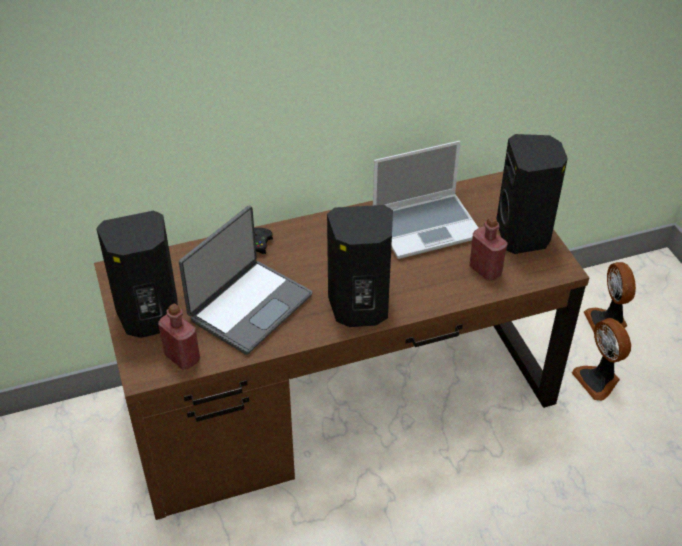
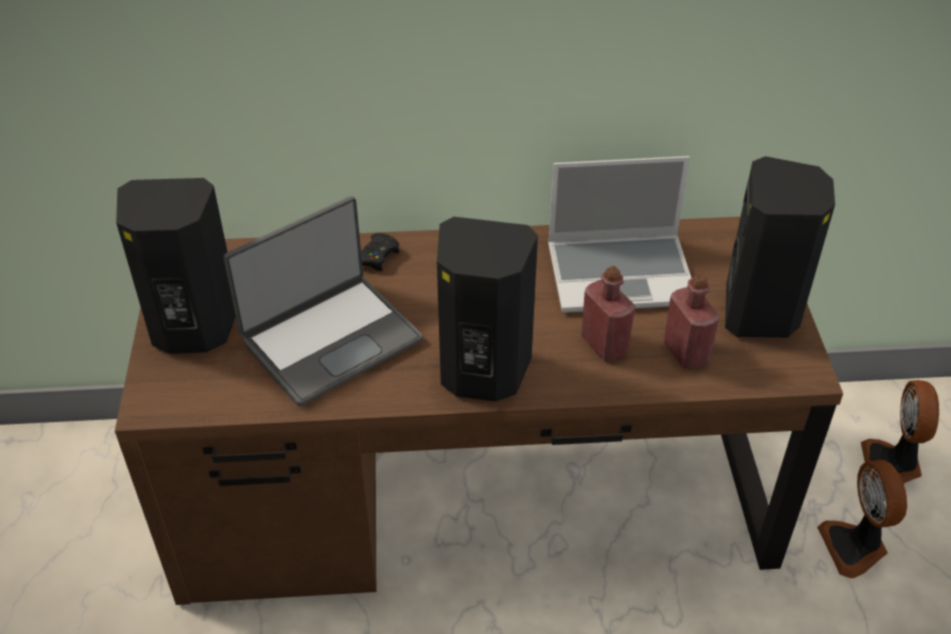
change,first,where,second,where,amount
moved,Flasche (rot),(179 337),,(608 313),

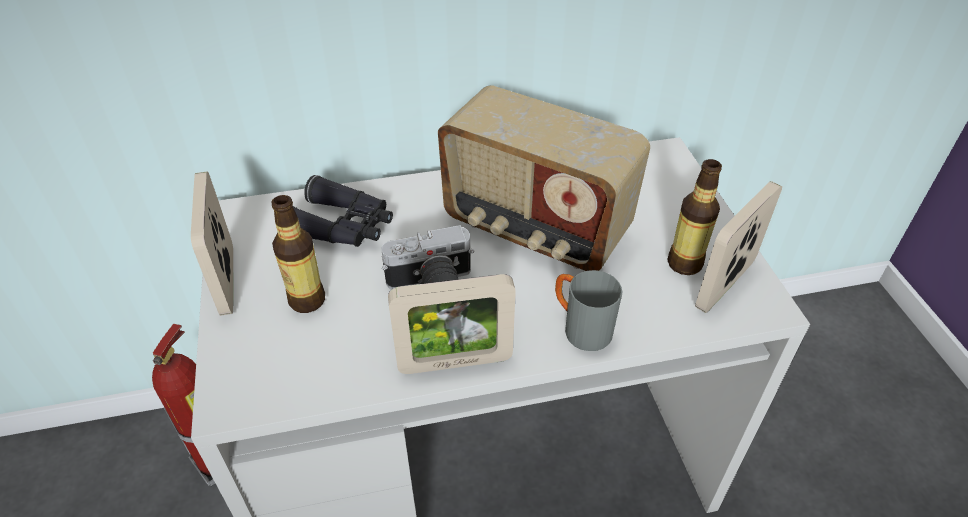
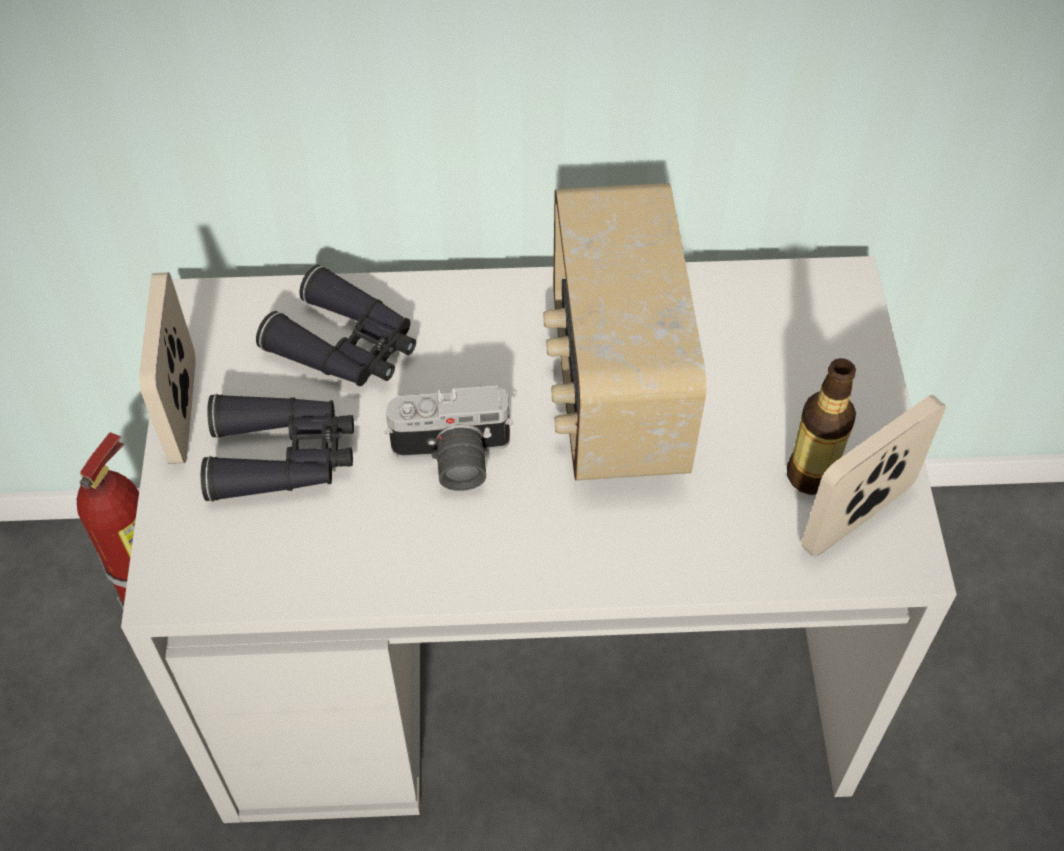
change,first,where,second,where,amount
removed,Bilderrahmen,(452 324),,,
removed,Henkelbecher (grau),(588 310),,,
replaced,Flasche,(298 254),Fernglas (schwarz),(277 448),
turned,Radio,(544 178),,(624 332),45 degrees clockwise

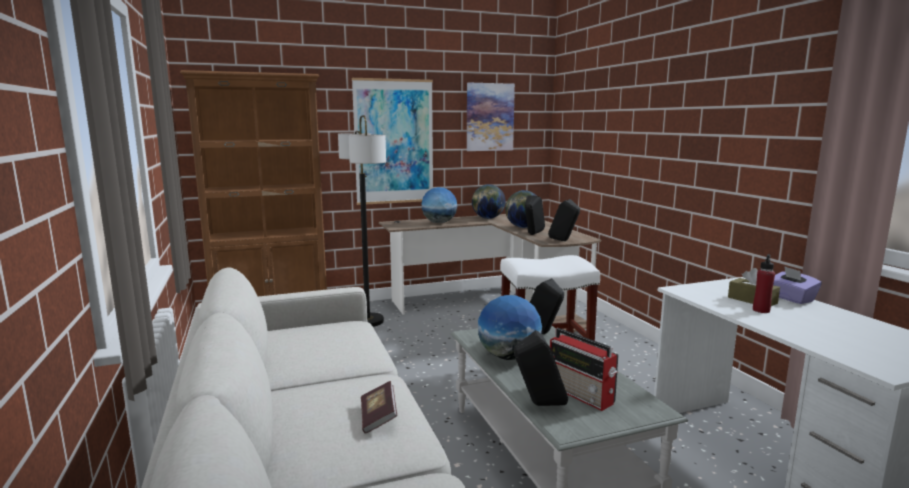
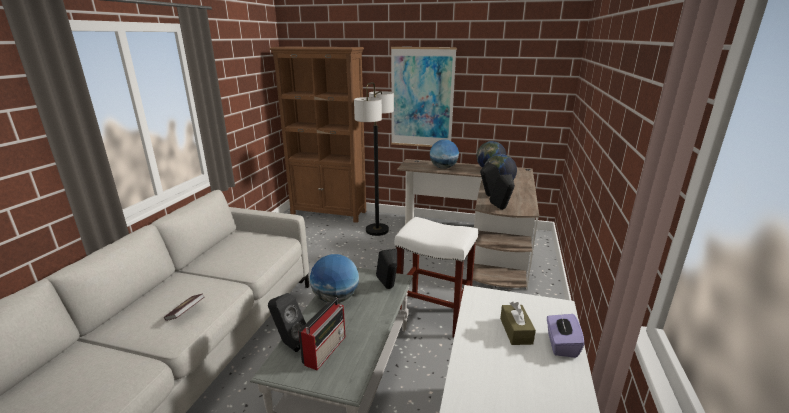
change,first,where,second,where,amount
removed,Bild,(491 117),,,
removed,Flasche (rot),(764 283),,,
turned,Radio,(584 369),,(322 334),150 degrees counterclockwise

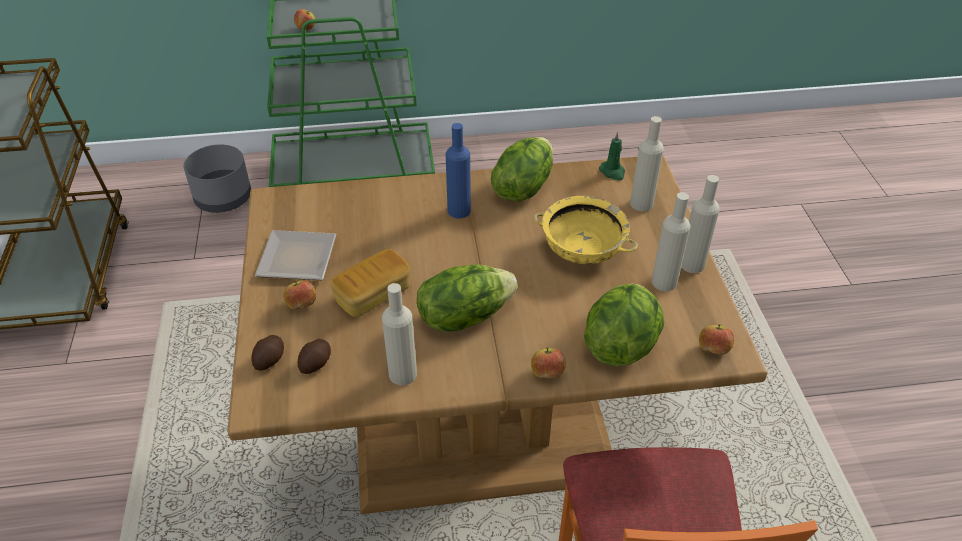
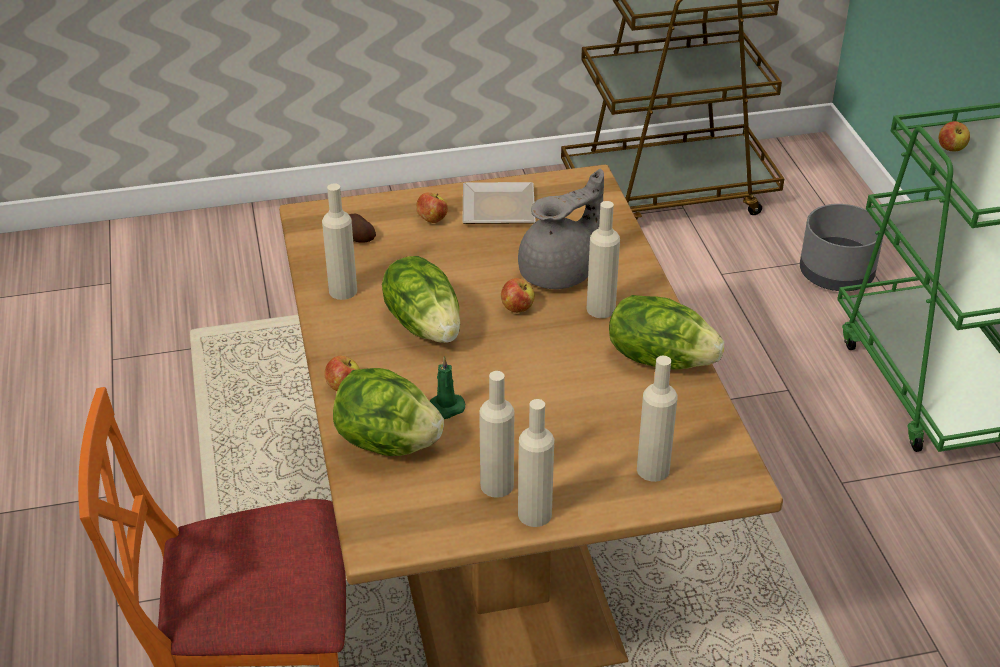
change,first,where,second,where,amount
removed,Kartoffel,(268 353),,,
removed,Brot,(370 283),,,
removed,Schüssel (gelb),(586 230),,,
added,,,Teekanne (grau),(561 229),
moved,Kerze (grün),(612 156),,(447 387),
moved,Apfel,(716 339),,(518 295),
recoloured,Flasche (blau),(458 170),Flasche (beige),(603 259),

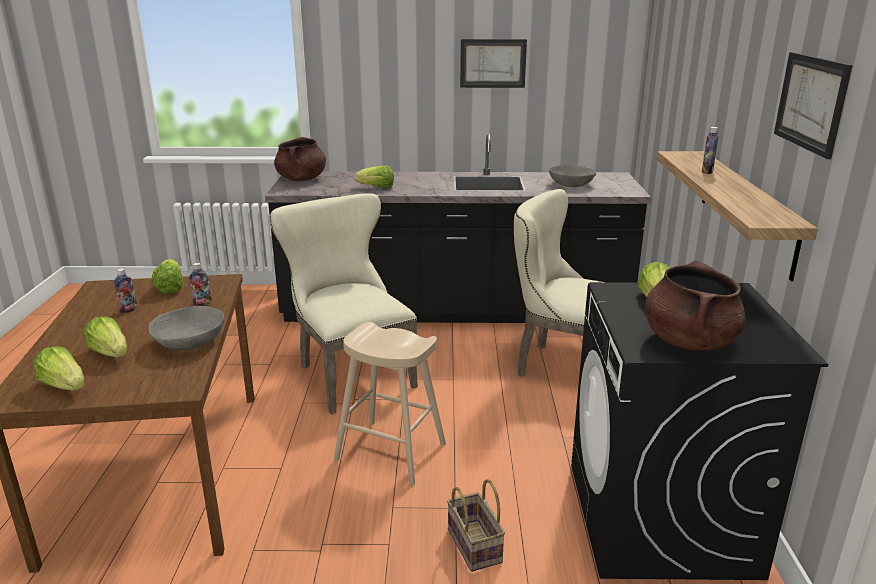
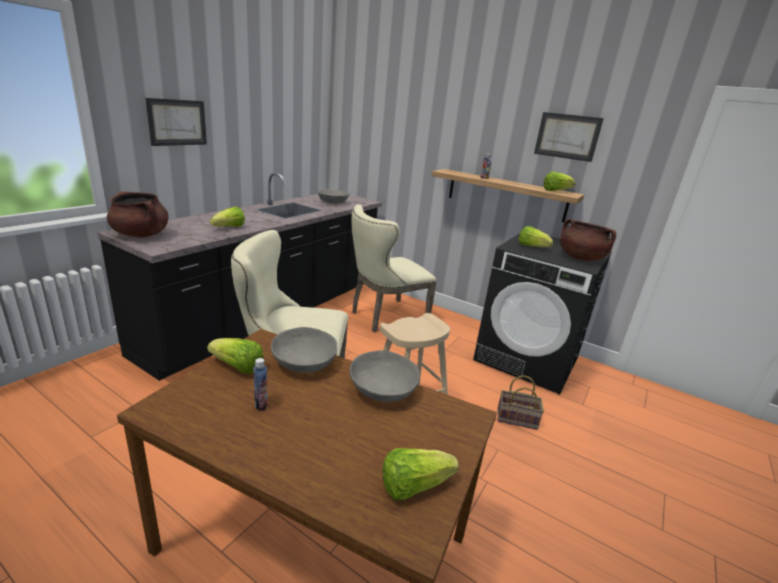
change,first,where,second,where,amount
moved,Salatkopf,(105 336),,(560 181),
moved,Bild,(493 63),,(176 122),
replaced,Flasche,(200 284),Schüssel (grau),(304 350),

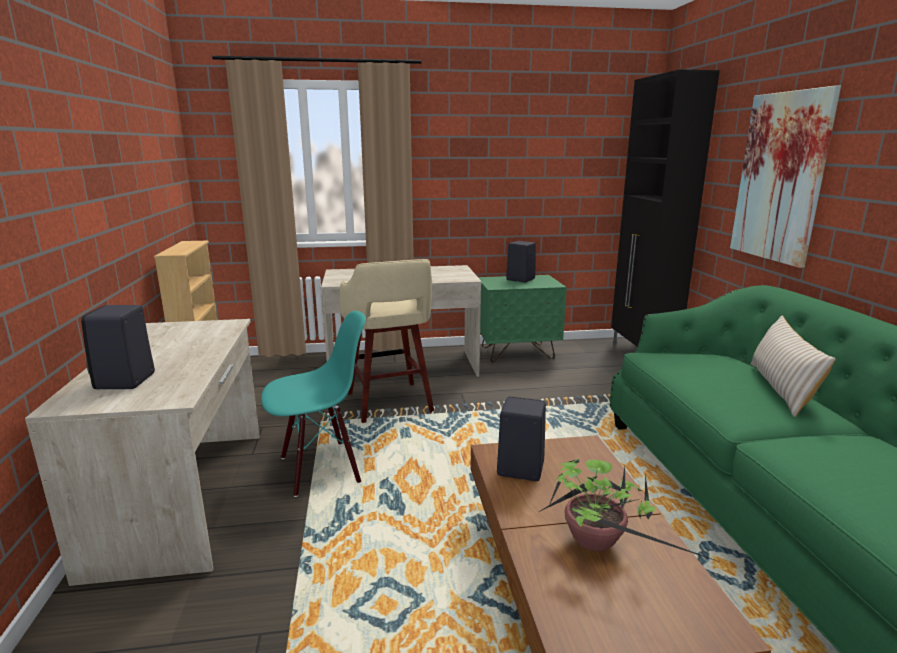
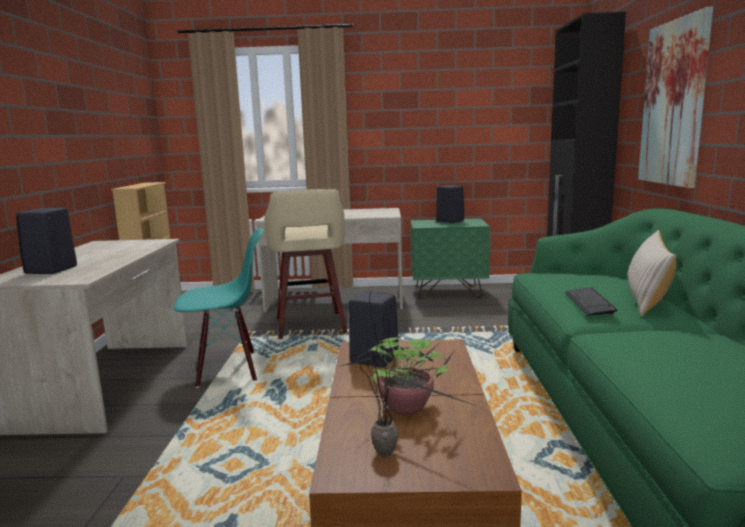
change,first,where,second,where,amount
added,,,Topfpflanze,(374 373),
added,,,Tastatur,(591 301),

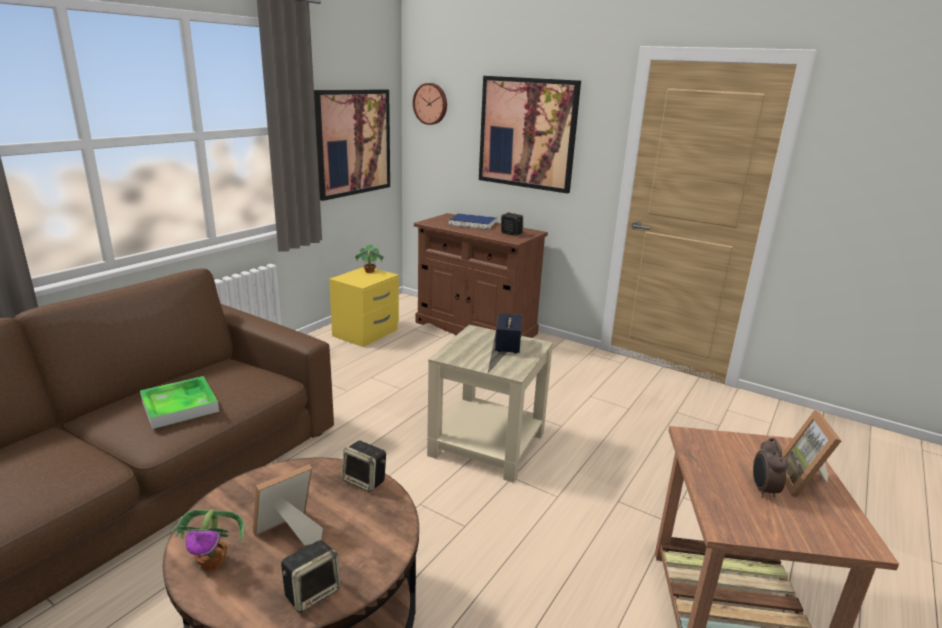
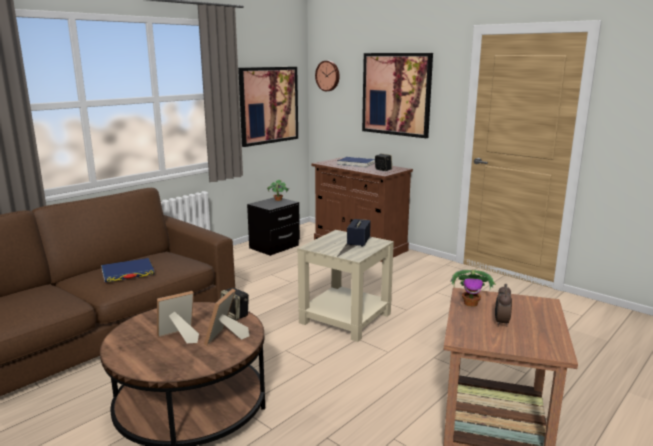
change,first,where,second,where,amount
removed,Lautsprecher,(310 576),,,
moved,Topfpflanze,(207 540),,(473 288),
moved,Bilderrahmen,(811 454),,(226 317),
replaced,Tablett,(179 402),Buch (blau),(127 270),
recoloured,Nachttisch (gelb),(364 307),Nachttisch (schwarz),(273 227),

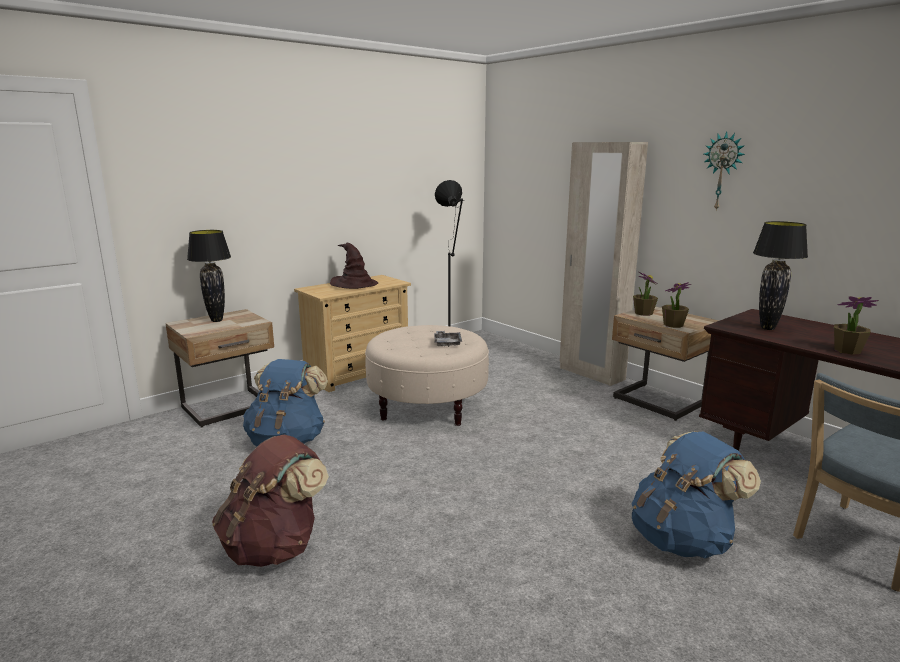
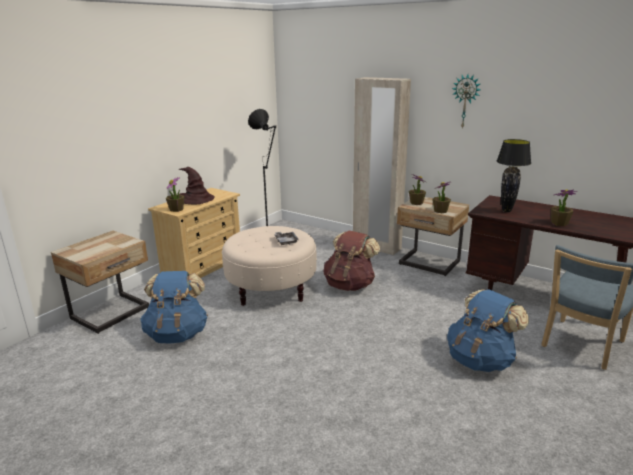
change,first,where,second,where,amount
removed,Tischlampe (schwarz),(209 276),,,
added,,,Topfpflanze,(175 194),
moved,Rucksack (braun),(270 501),,(351 260),

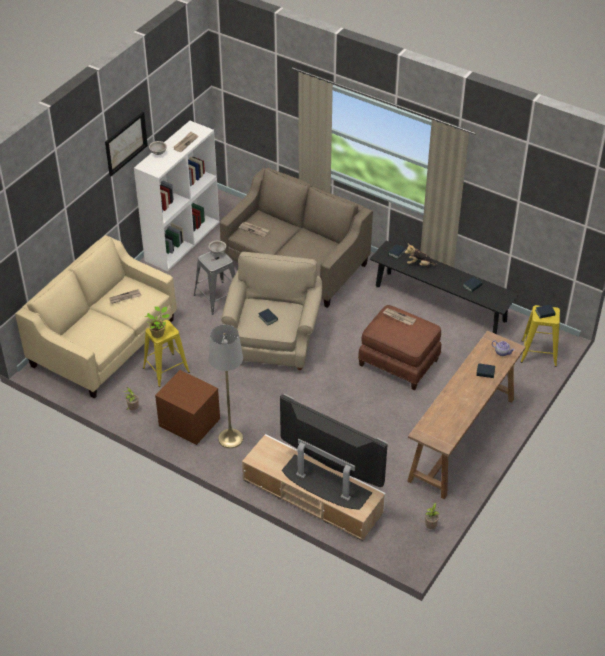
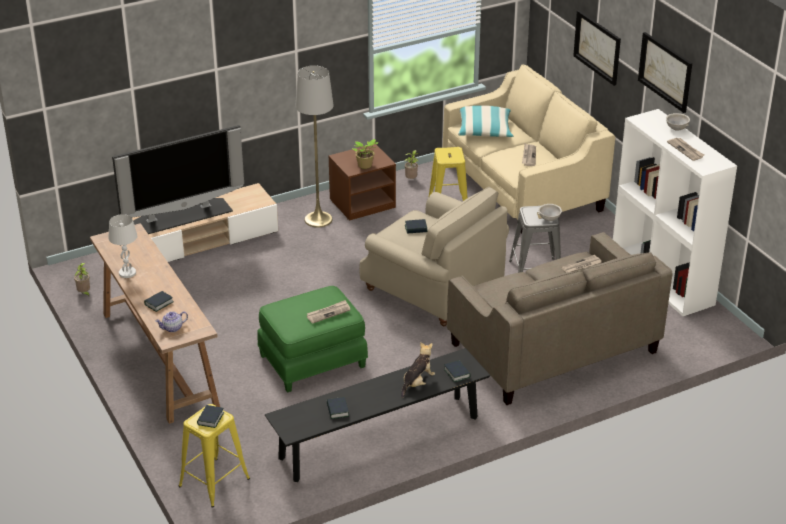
change,first,where,second,where,amount
added,,,Tischlampe (weiß),(122 246),
added,,,Kissen,(485 121),
added,,,Bild,(597 48),
moved,Topfpflanze,(157 322),,(365 154),
recoloured,Polsterhocker (braun),(399 347),Polsterhocker (grün),(312 339),

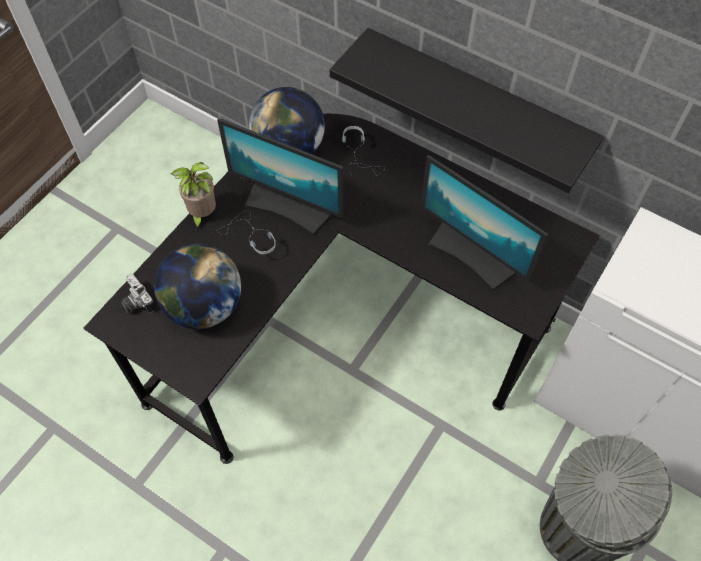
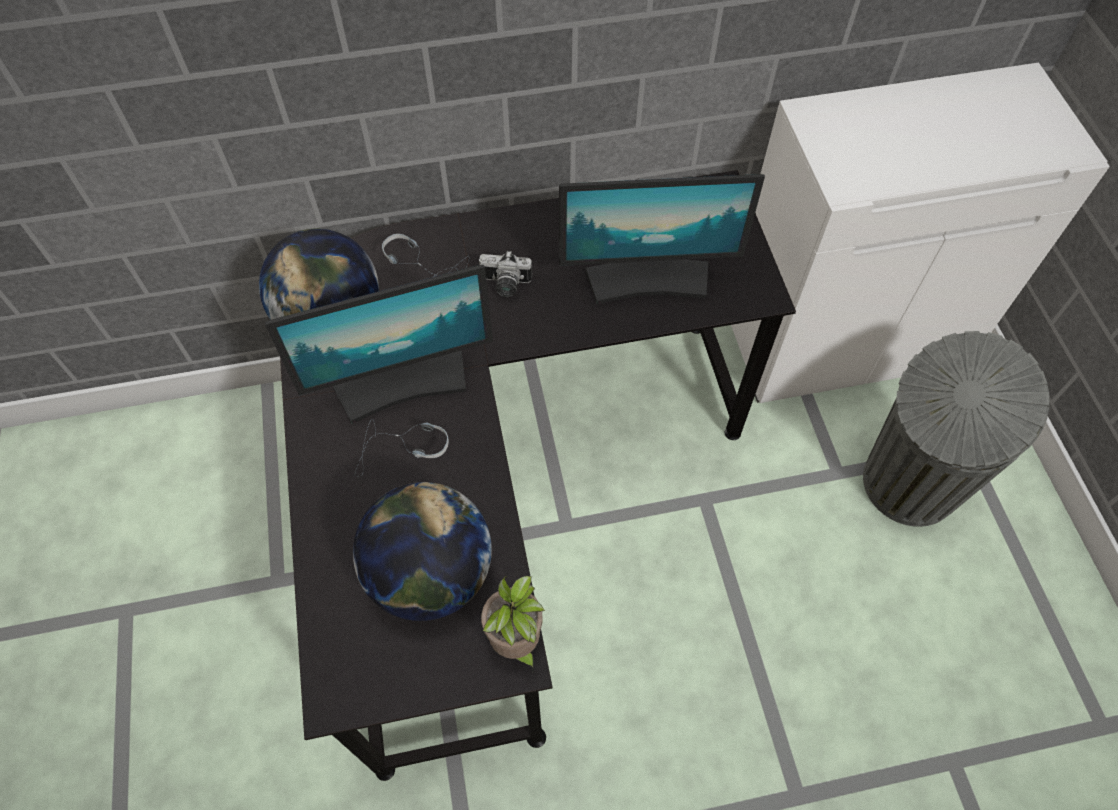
change,first,where,second,where,amount
removed,Wandregal (schwarz),(467 110),,,
moved,Kamera,(138 293),,(506 274),
moved,Topfpflanze,(193 196),,(513 624),

